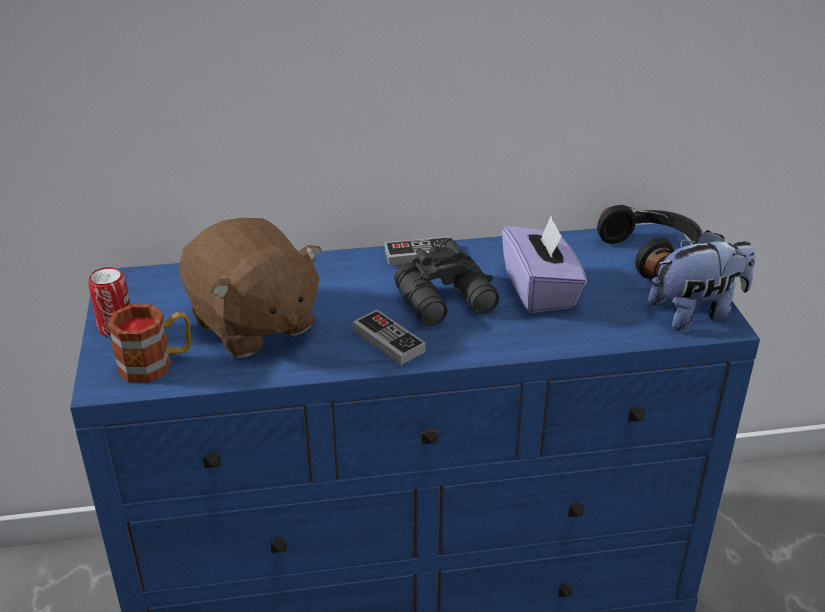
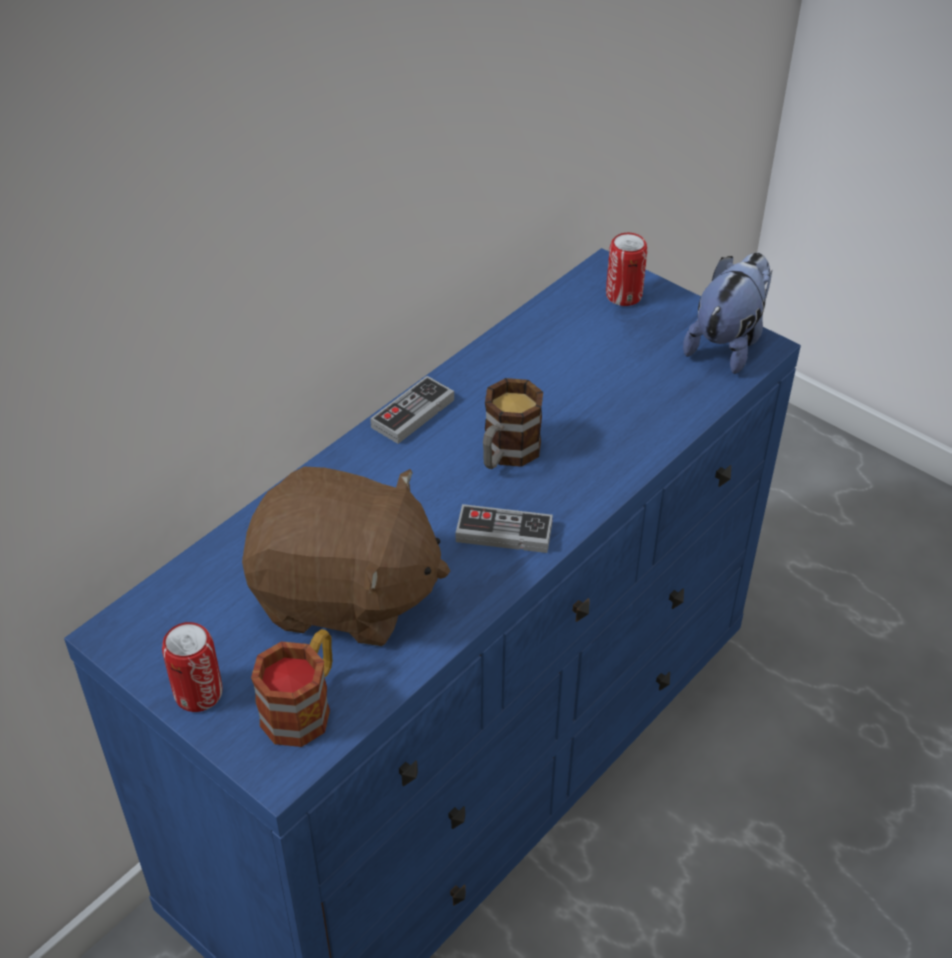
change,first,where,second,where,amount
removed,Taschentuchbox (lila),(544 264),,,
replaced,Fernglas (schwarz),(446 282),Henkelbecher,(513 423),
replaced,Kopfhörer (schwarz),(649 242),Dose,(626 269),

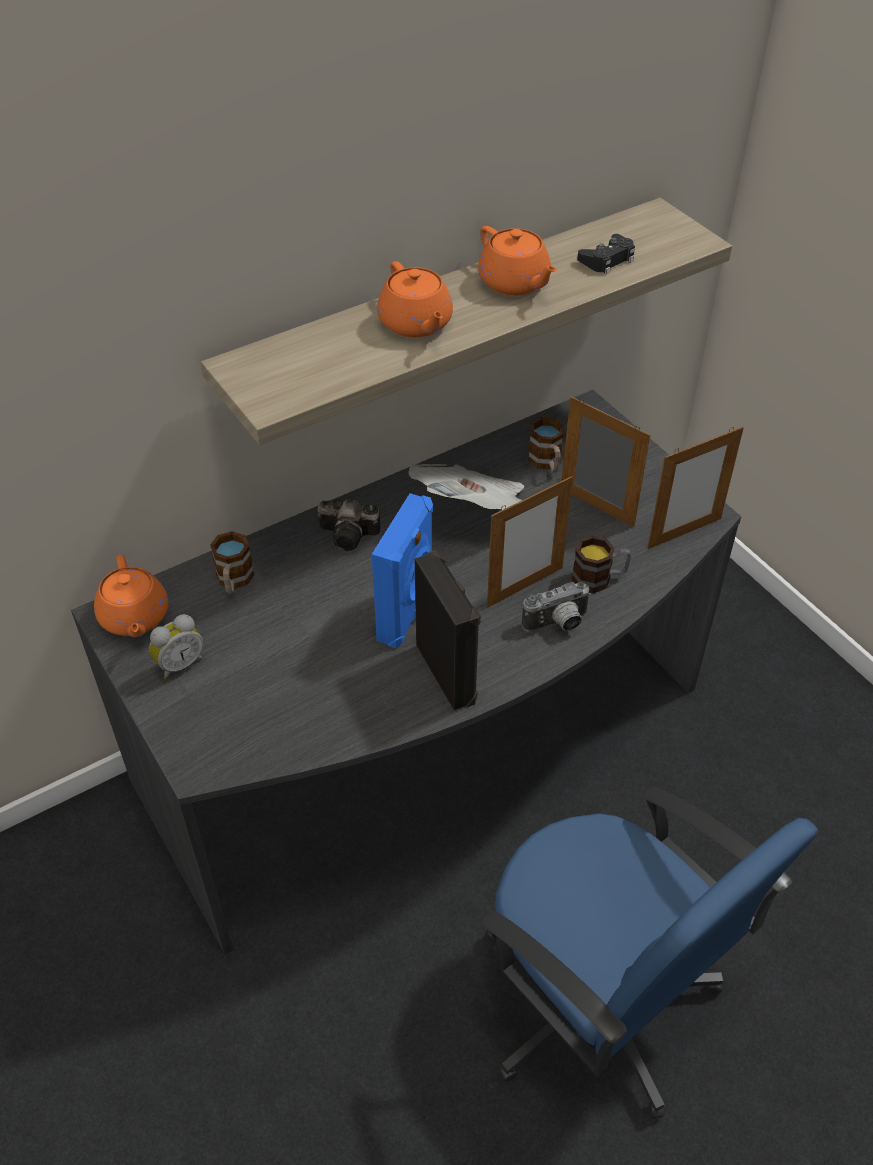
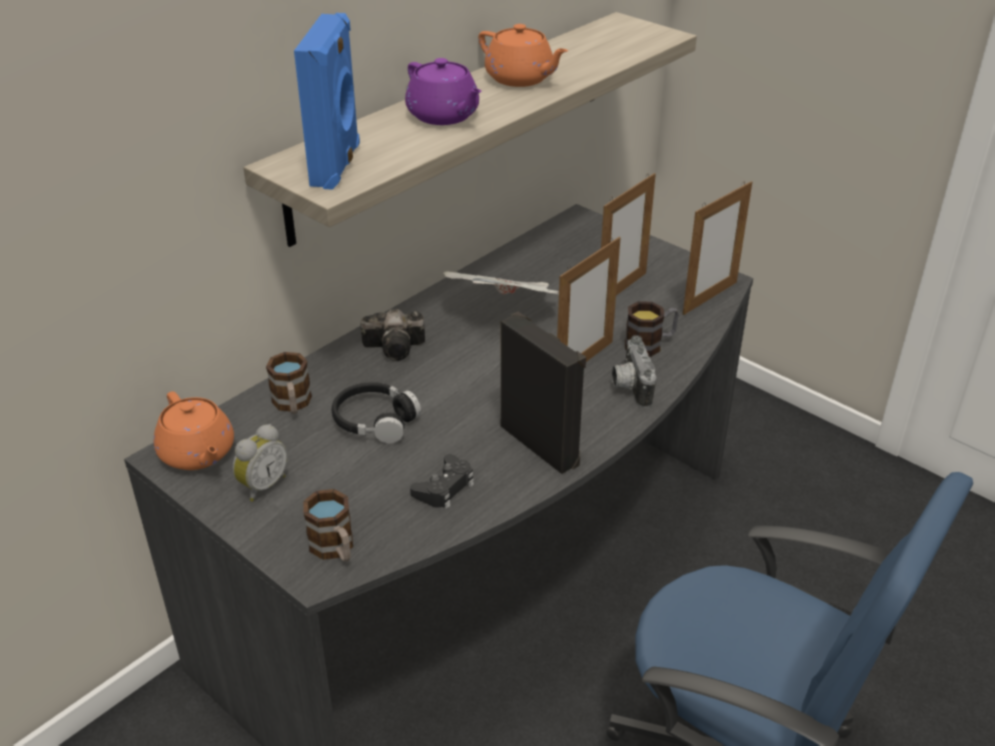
change,first,where,second,where,amount
added,,,Kopfhörer (schwarz),(376 413),
moved,Lautsprecher (blau),(402 570),,(327 101),
moved,Henkelbecher,(546 444),,(328 525),
moved,Gamepad (schwarz),(606 254),,(442 481),
recoloured,Teekanne (orange),(415 299),Teekanne (lila),(443 91),
turned,Kamera,(556 607),,(634 371),120 degrees clockwise
turned,Bilderrahmen,(606 462),,(628 234),105 degrees clockwise

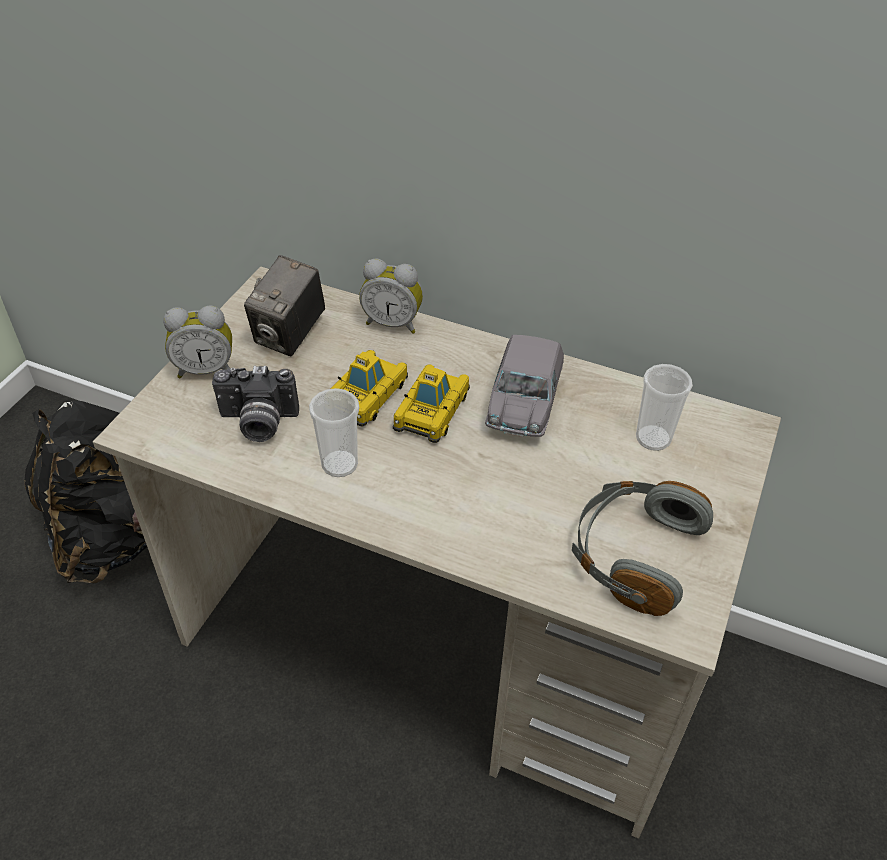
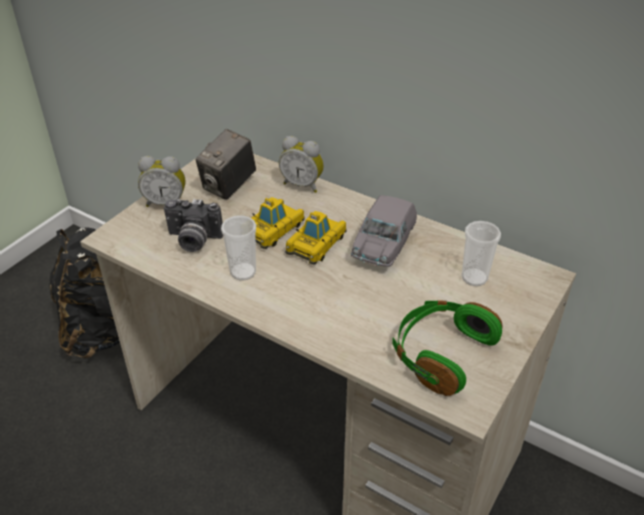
change,first,where,second,where,amount
recoloured,Kopfhörer (grau),(642 548),Kopfhörer (grün),(447 348),

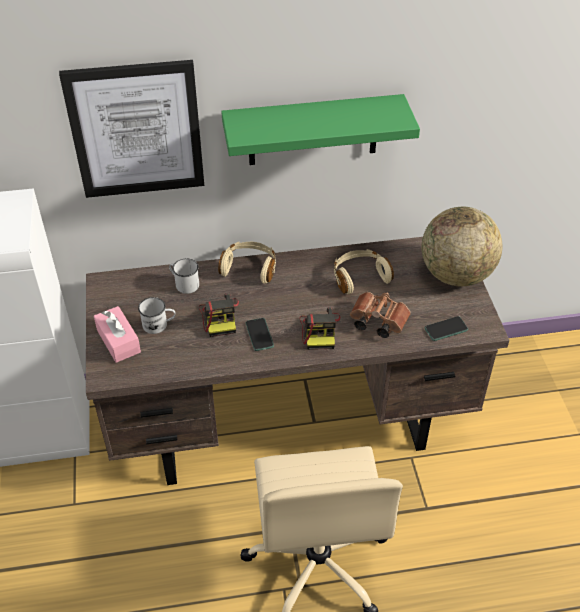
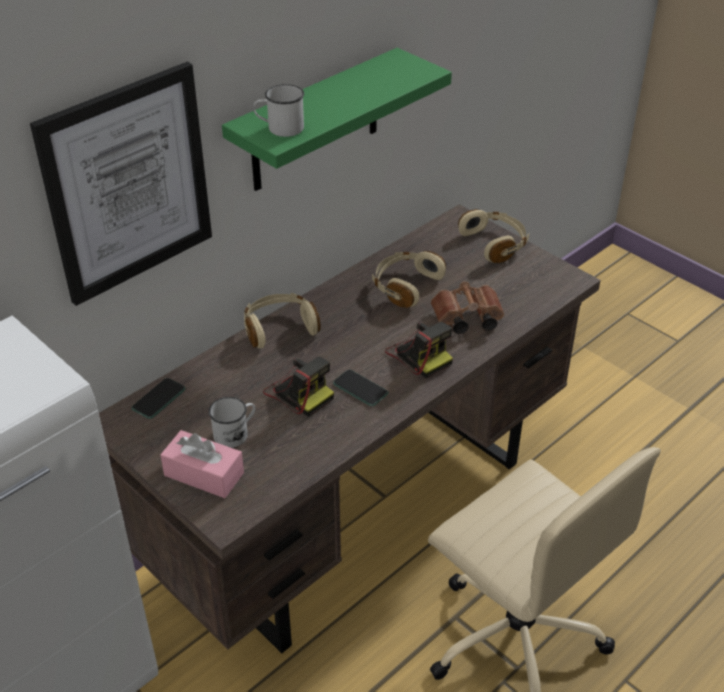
change,first,where,second,where,amount
moved,Henkelbecher (weiß),(184 276),,(278 110),
moved,Handy,(446 328),,(158 398),
replaced,Globus,(462 246),Kopfhörer (beige),(493 236),

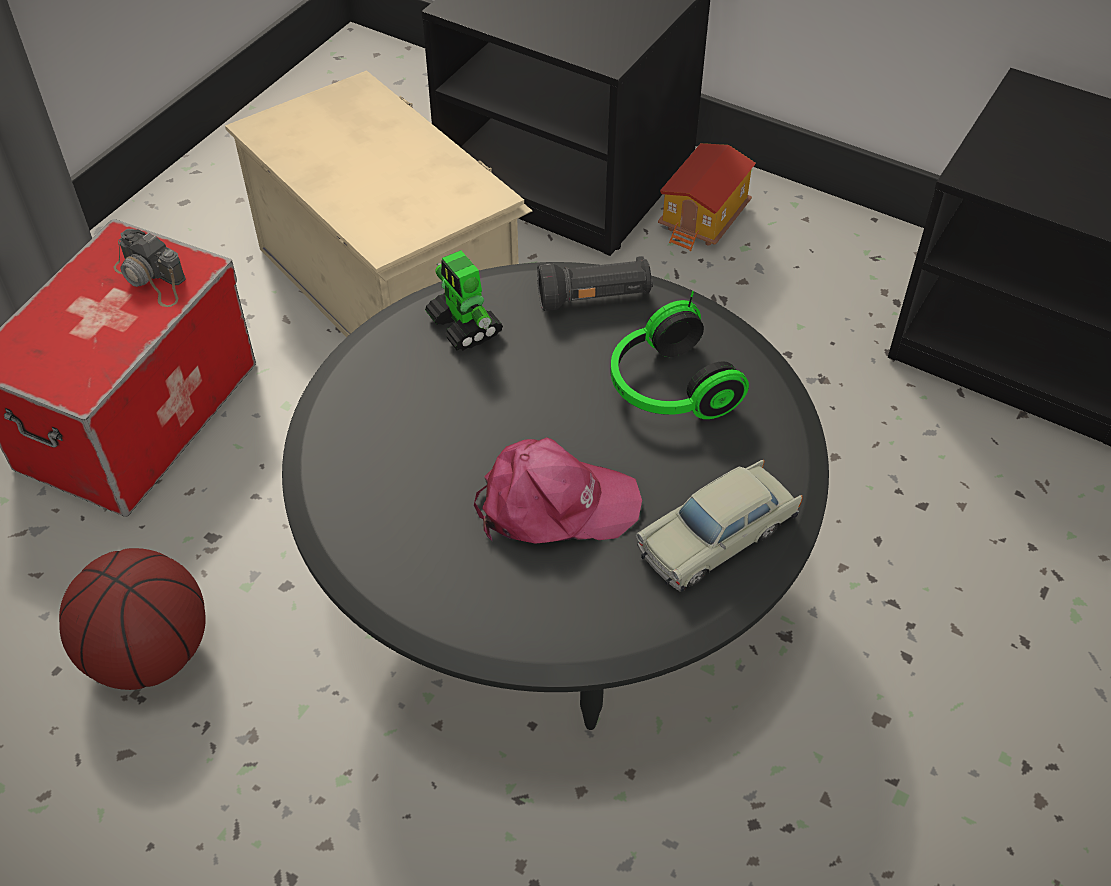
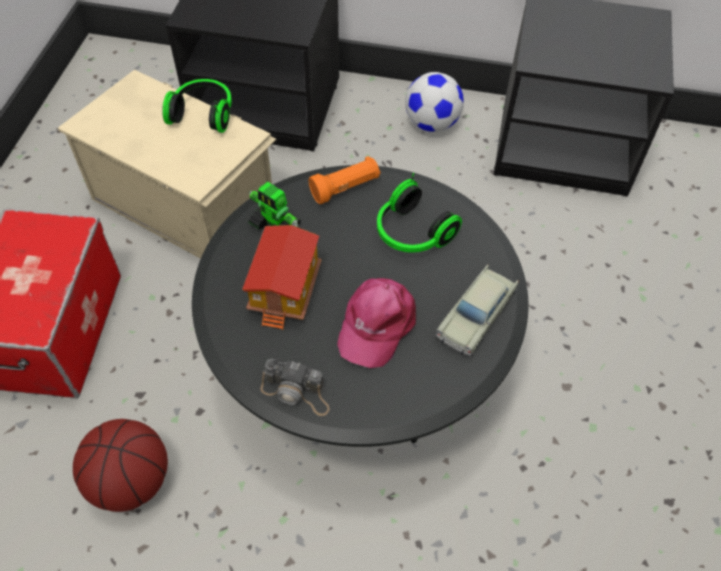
change,first,where,second,where,amount
added,,,Kopfhörer,(197 106),
added,,,Fußball,(434 102),
moved,Kamera,(149 268),,(295 387),
moved,Spielzeughaus,(707 197),,(281 277),
recoloured,Taschenlampe (schwarz),(595 283),Taschenlampe (orange),(344 180),
turned,Kappe (rosa),(558 490),,(376 323),135 degrees clockwise

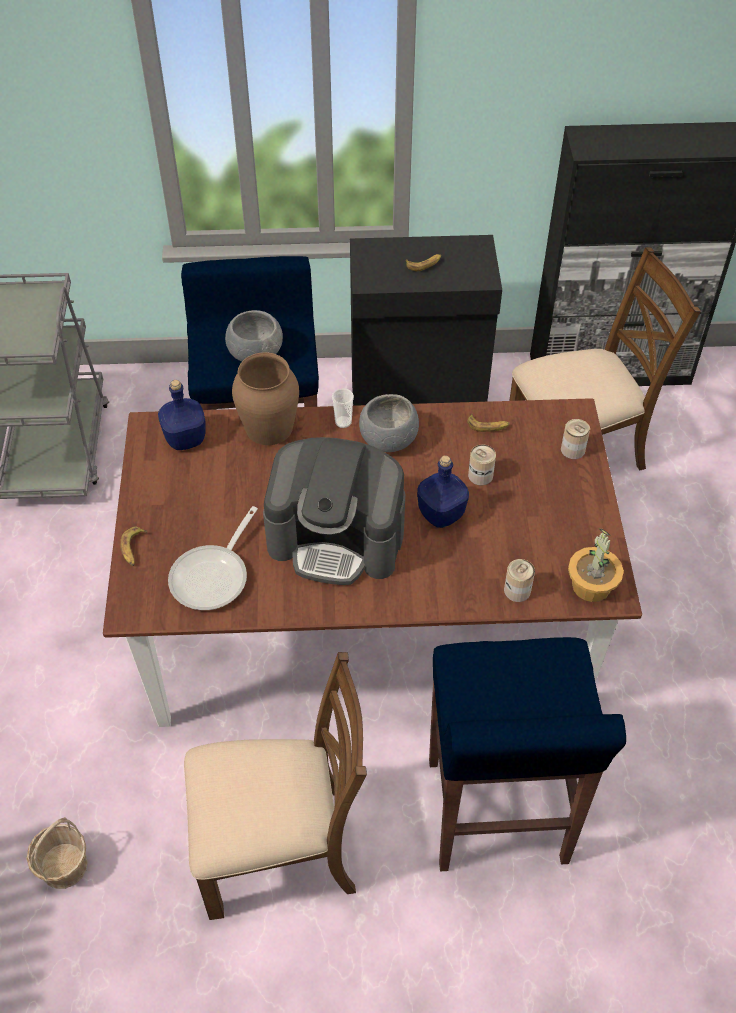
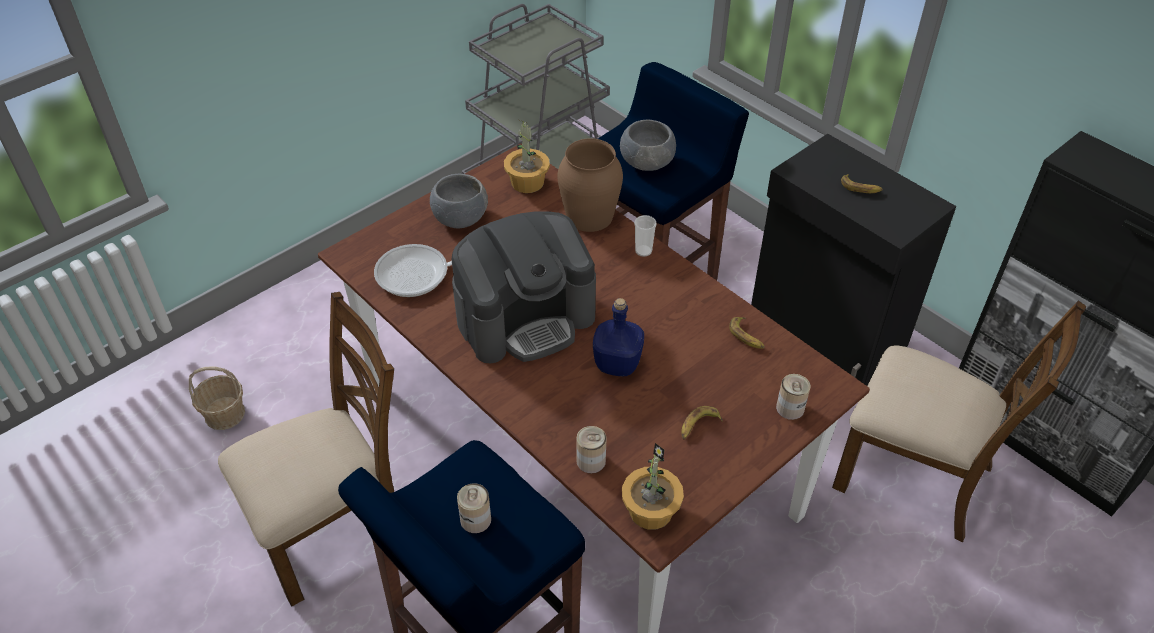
change,first,where,second,where,amount
moved,Banane,(133 546),,(702 423),
moved,Schüssel (grau),(389 423),,(459 201),
moved,Dose,(482 465),,(474 508),
replaced,Flasche (blau),(182 415),Topfpflanze,(527 156),
turned,Stuhl (braun),(275 786),,(306 449),75 degrees counterclockwise
turned,Kaffeemaschine,(334 511),,(523 287),90 degrees counterclockwise

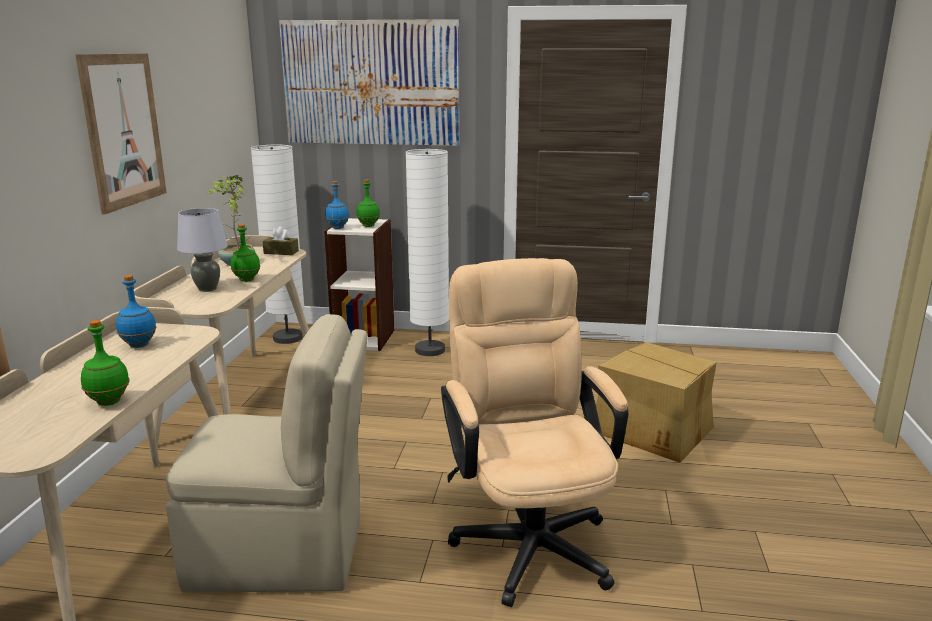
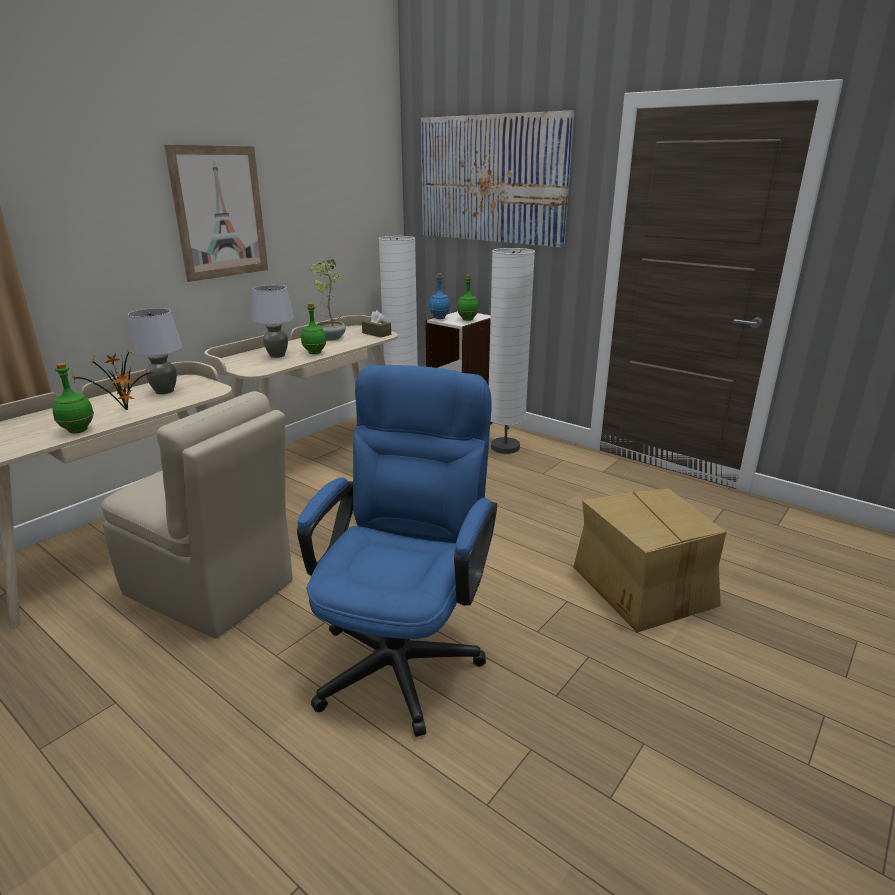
change,first,where,second,where,amount
added,,,Topfpflanze,(113 379),
replaced,Flasche (blau),(136 311),Tischlampe (grau),(155 351),
recoloured,Bürostuhl (beige),(534 432),Bürostuhl (blau),(397 551),

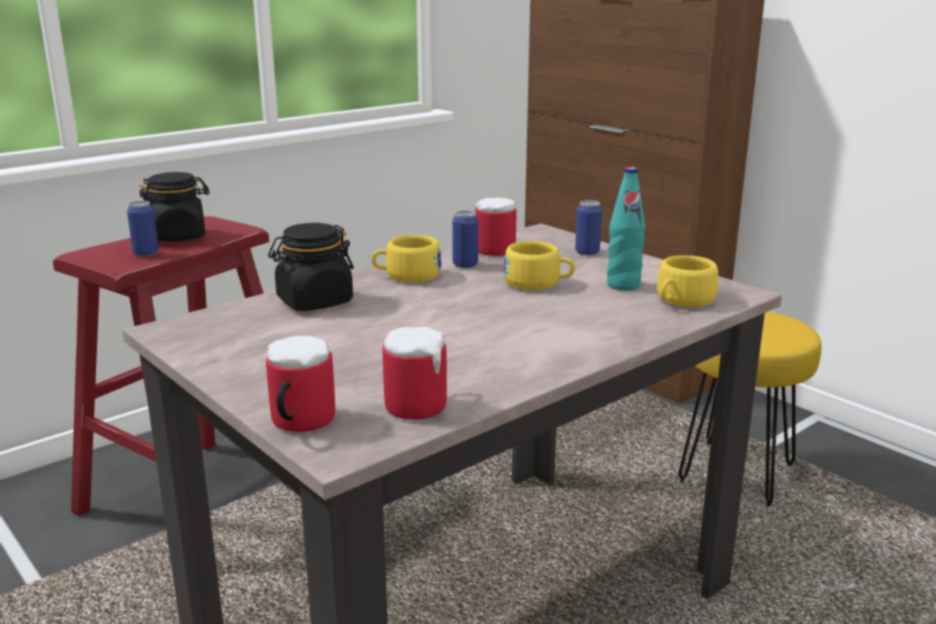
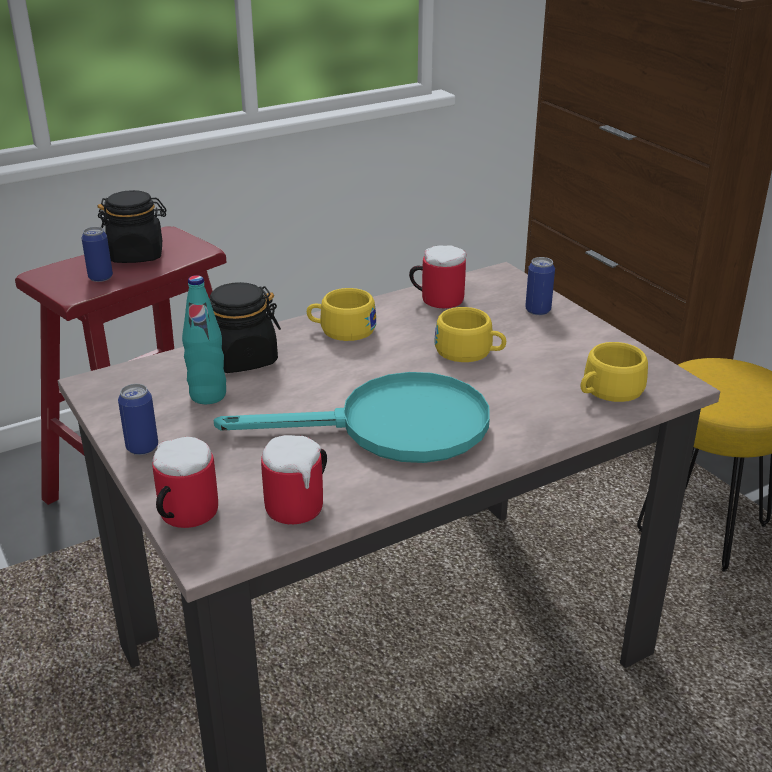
change,first,where,second,where,amount
added,,,Pfanne (türkis),(352 417),
moved,Dose,(465 239),,(138 419),
moved,Flasche (türkis),(626 229),,(204 339),

